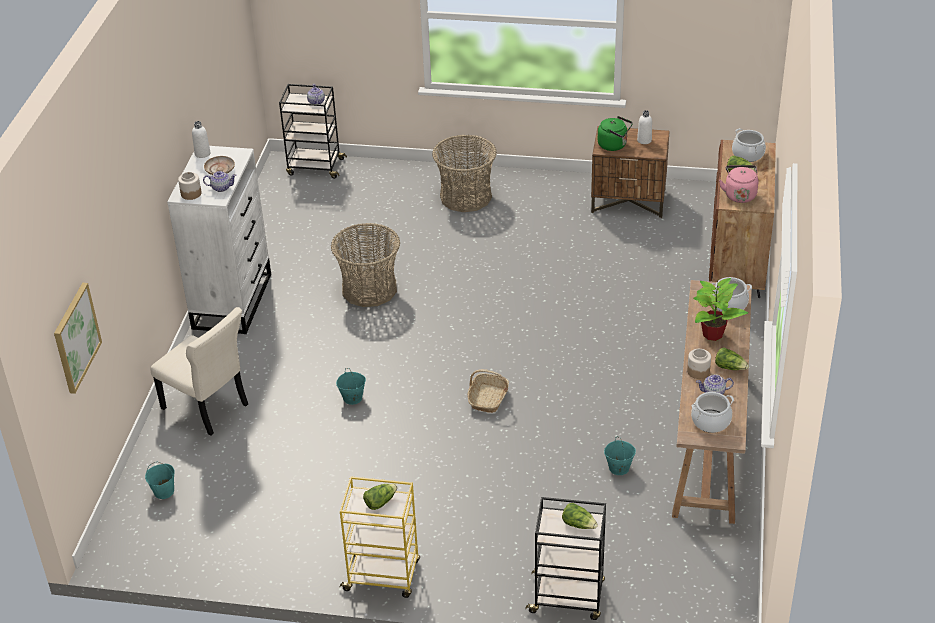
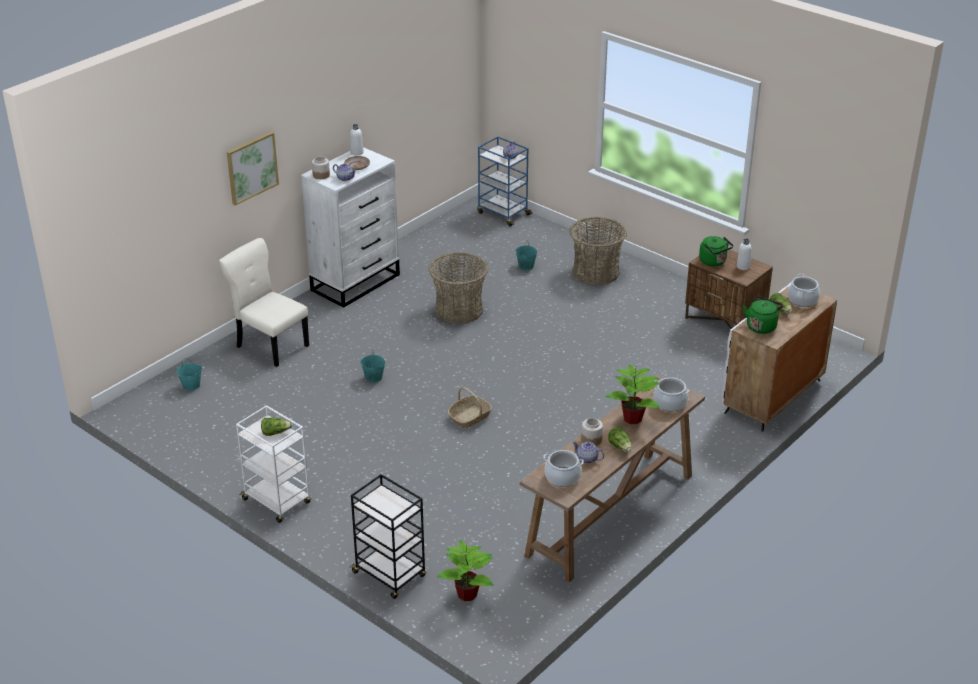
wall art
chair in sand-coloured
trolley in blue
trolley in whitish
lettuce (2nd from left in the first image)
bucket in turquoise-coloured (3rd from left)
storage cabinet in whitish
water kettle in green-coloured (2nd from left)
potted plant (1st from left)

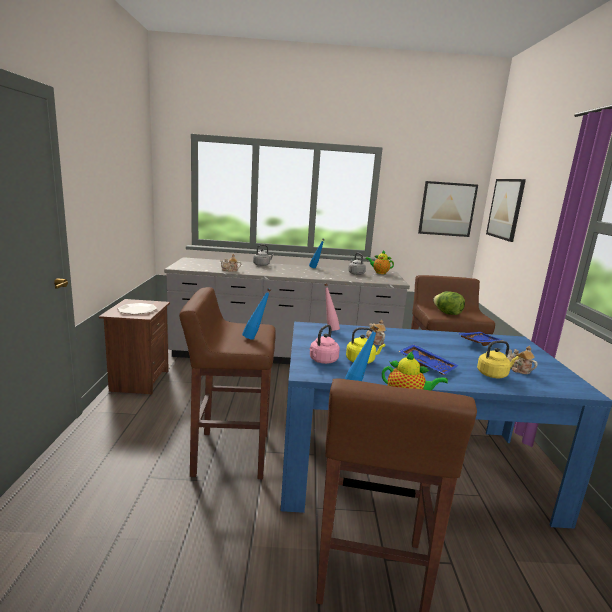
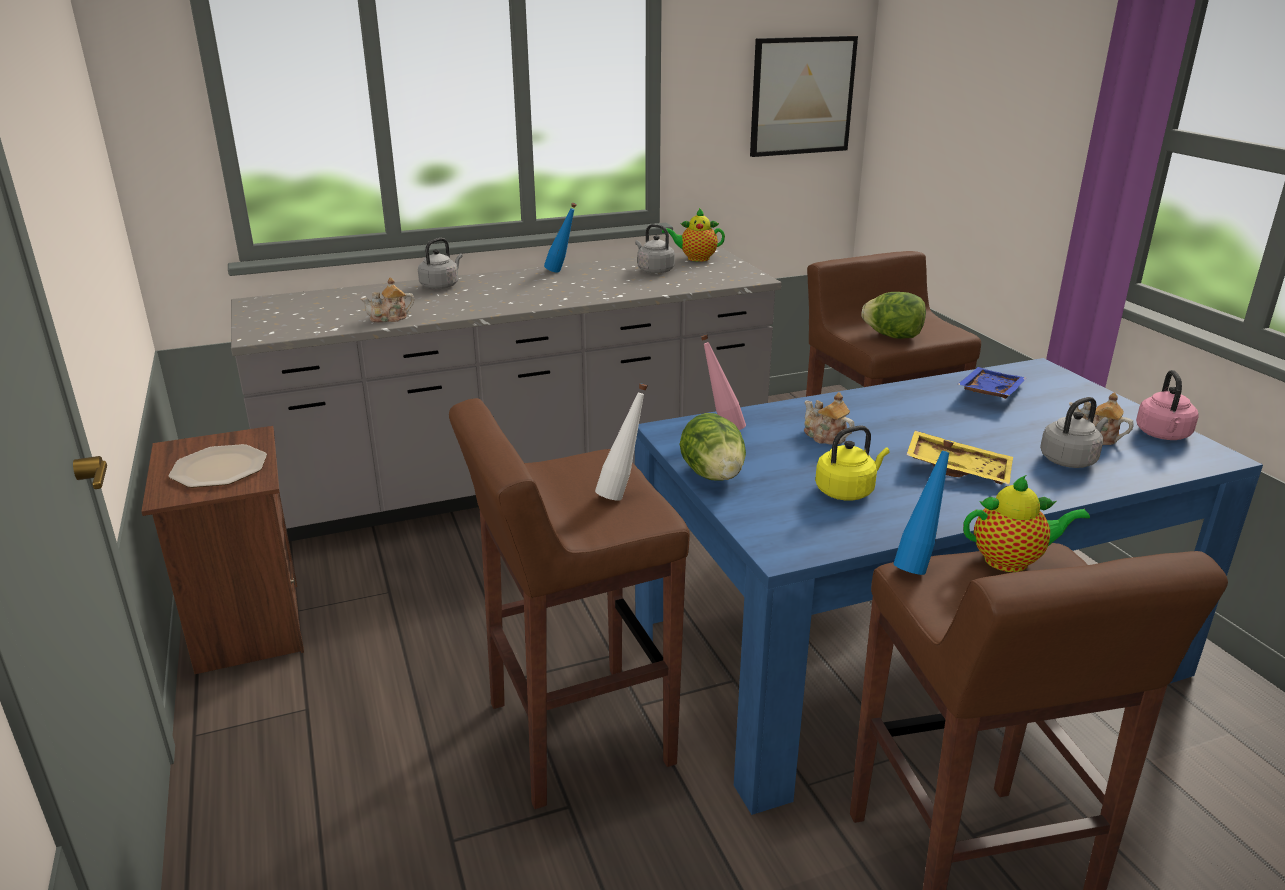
drink bottle in whitish
water kettle in pinkish
serving tray in yellowish
water kettle in grey (3rd from left)
wall art (2nd from left in the first image)
lettuce (1st from left)

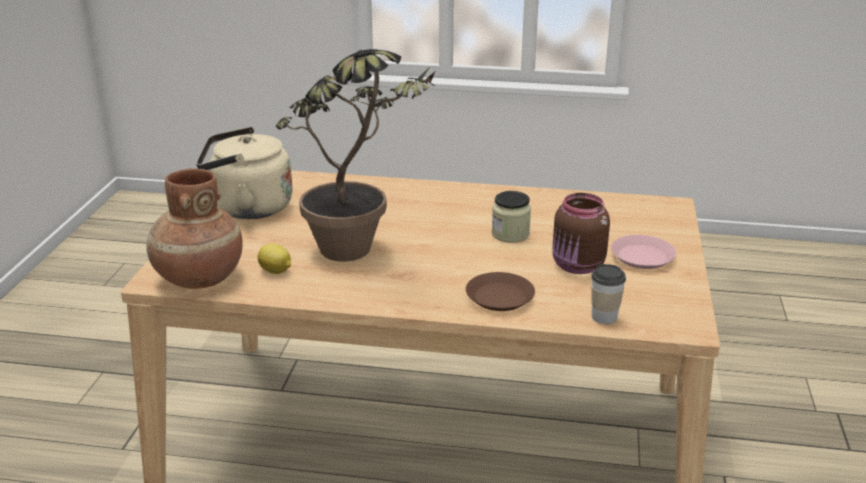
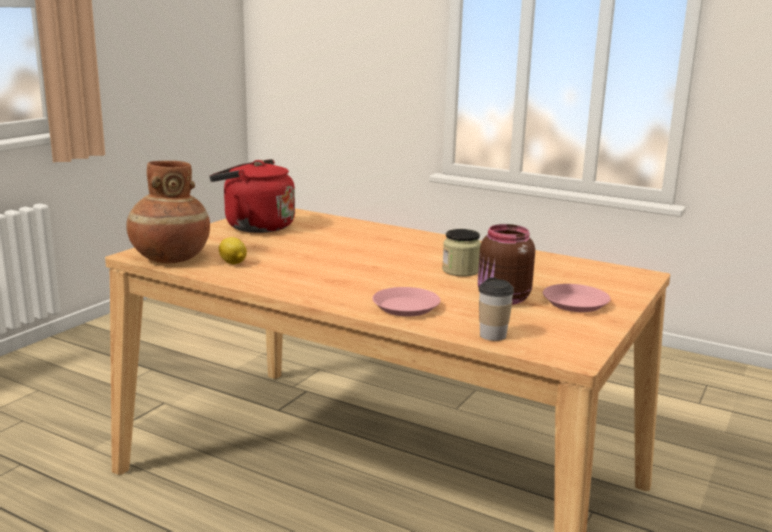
water kettle in red
potted plant
dinner plate in pinkish (1st from left)

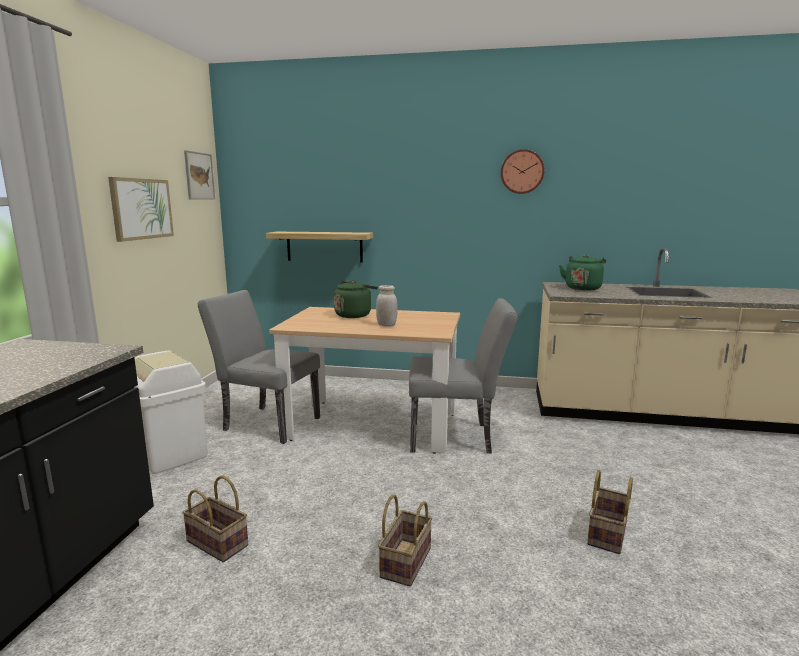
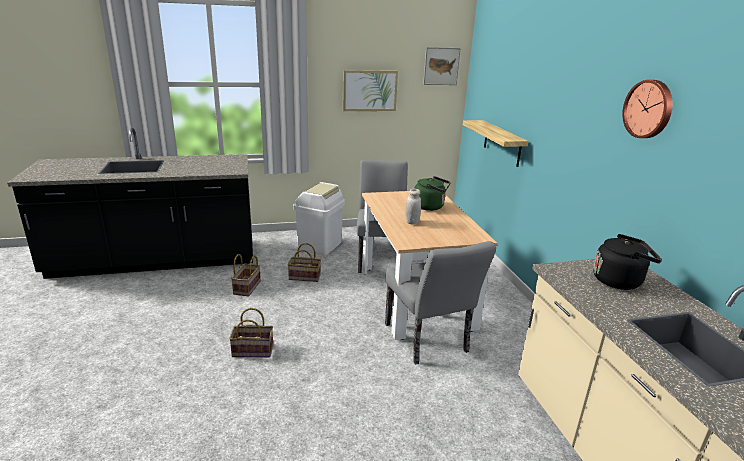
water kettle in blackish
storage basket (3rd from left)

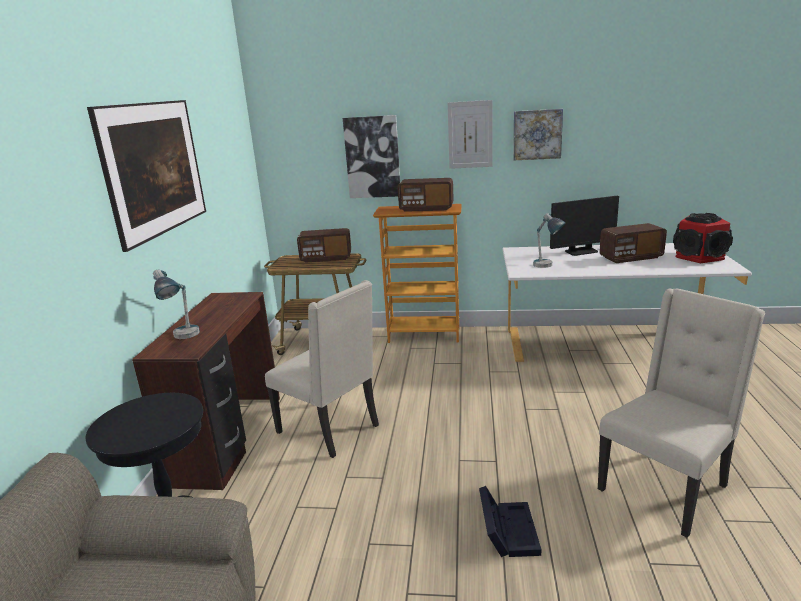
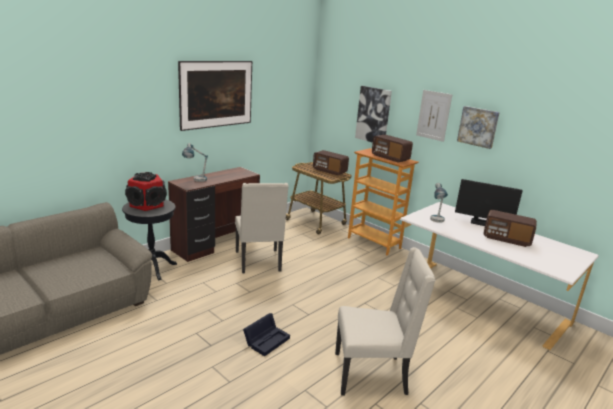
speaker

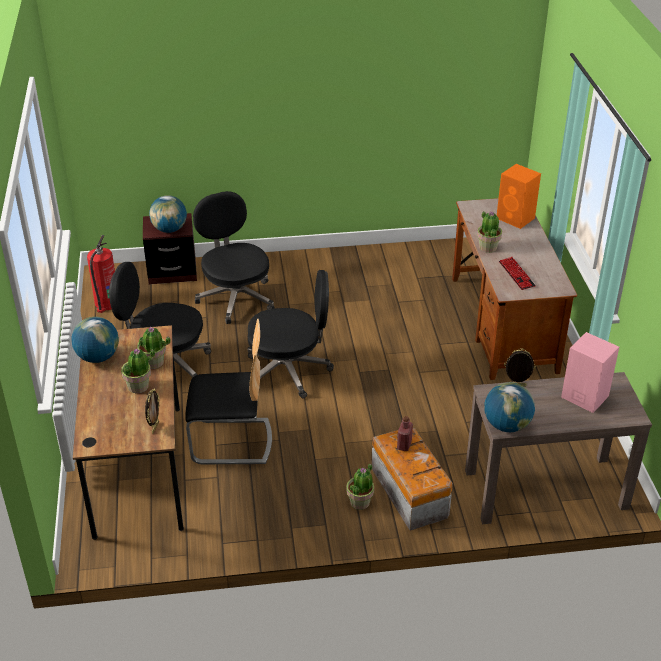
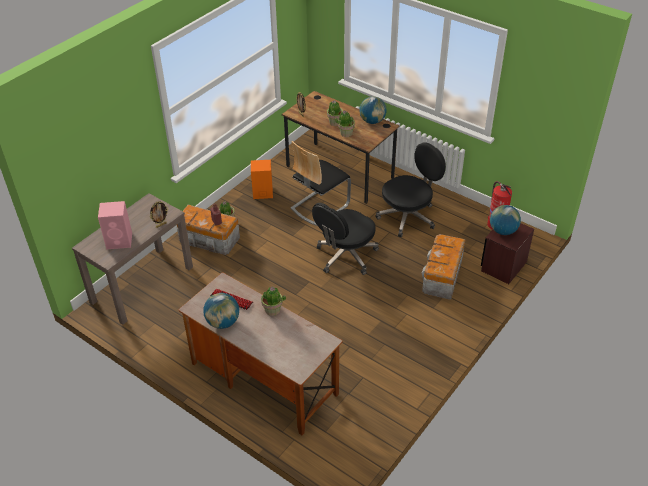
storage bin (2nd from left)
desk globe (1st from left)
speaker in orangey

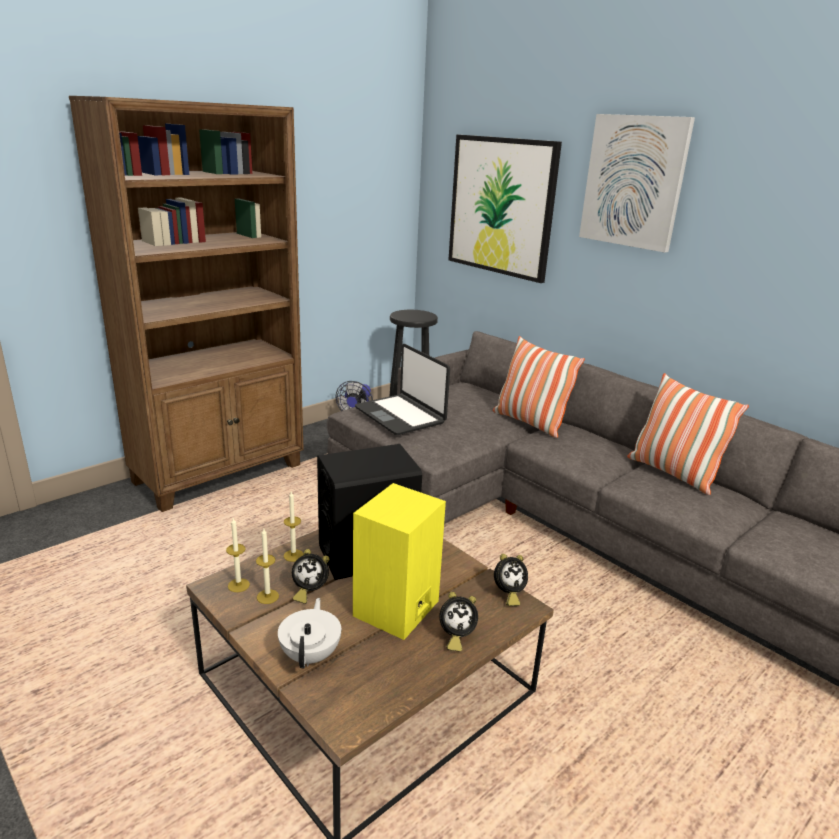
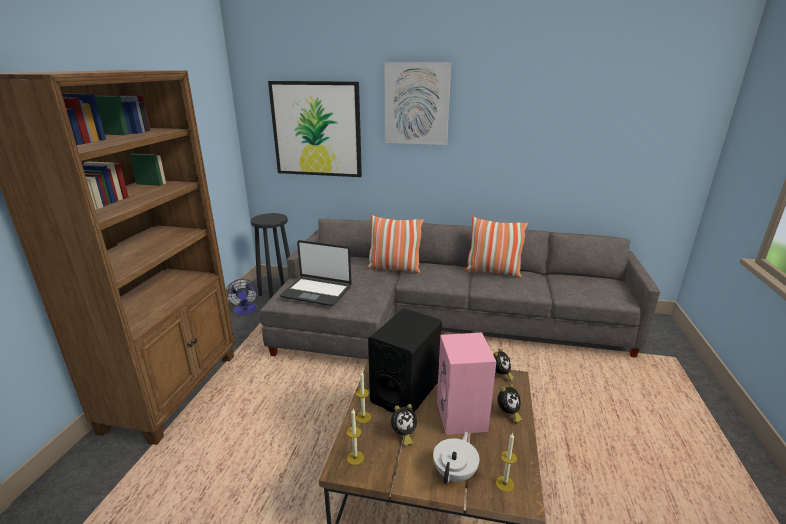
wax light (3rd from left)
tea pot in whitish
speaker in pinkish

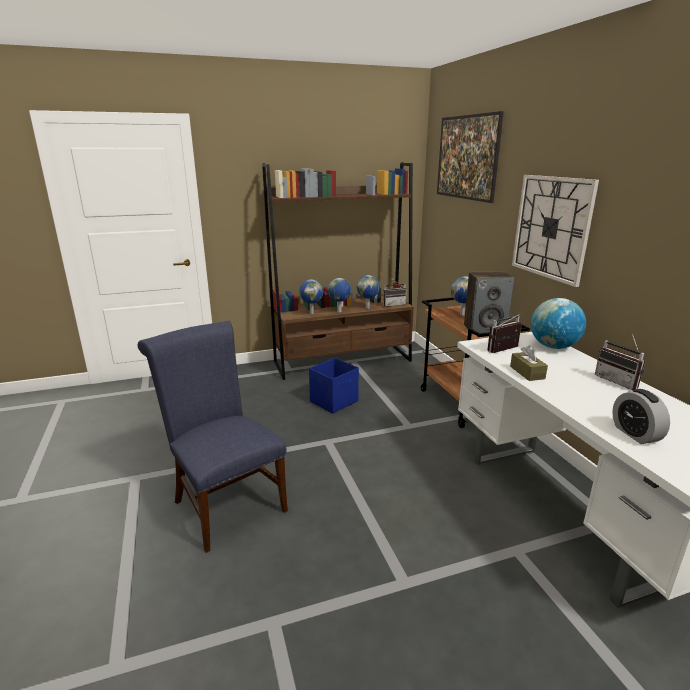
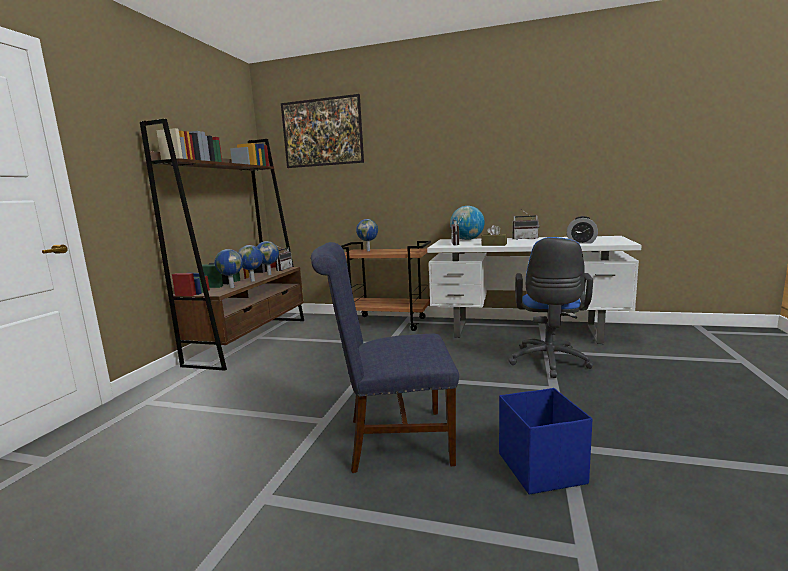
storage bin in blue
speaker
wall clock
desk chair in blue

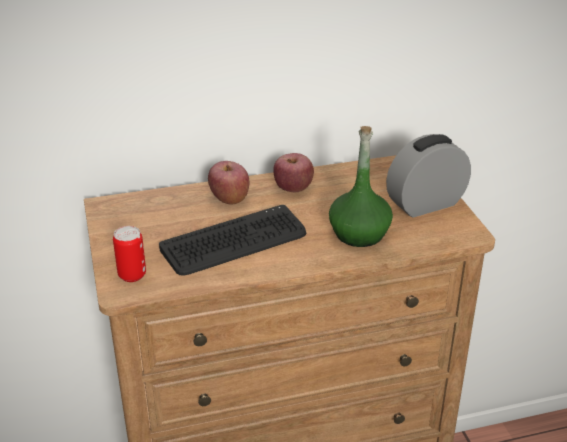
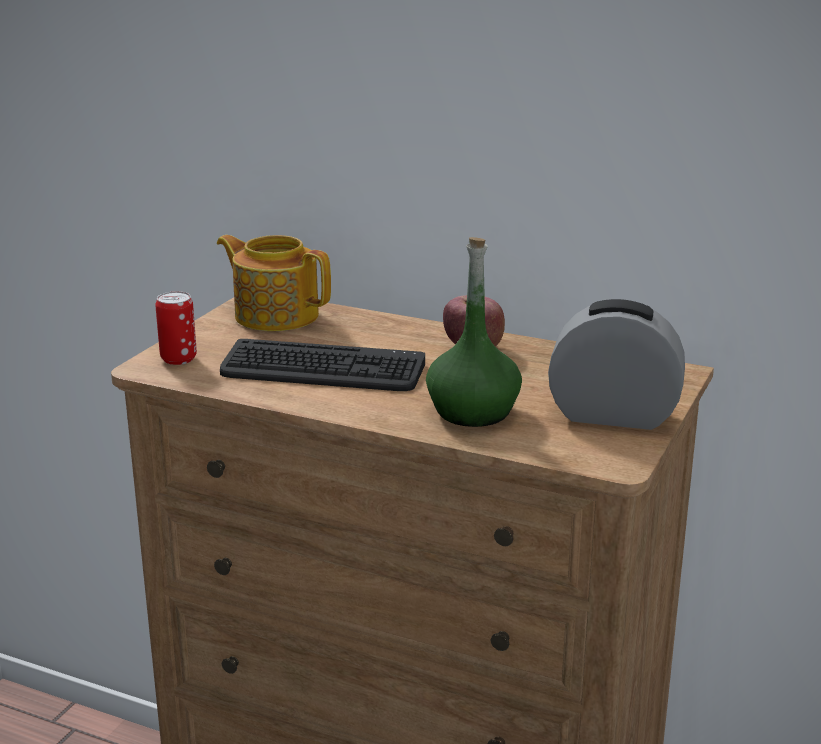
apple (1st from left in the first image)
tea pot

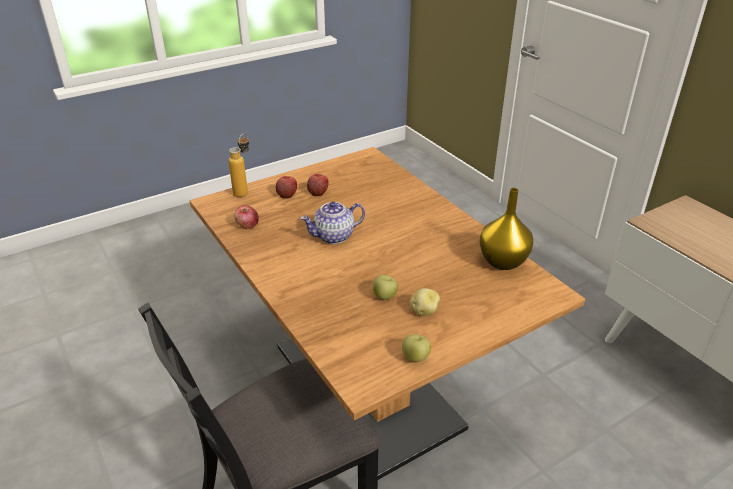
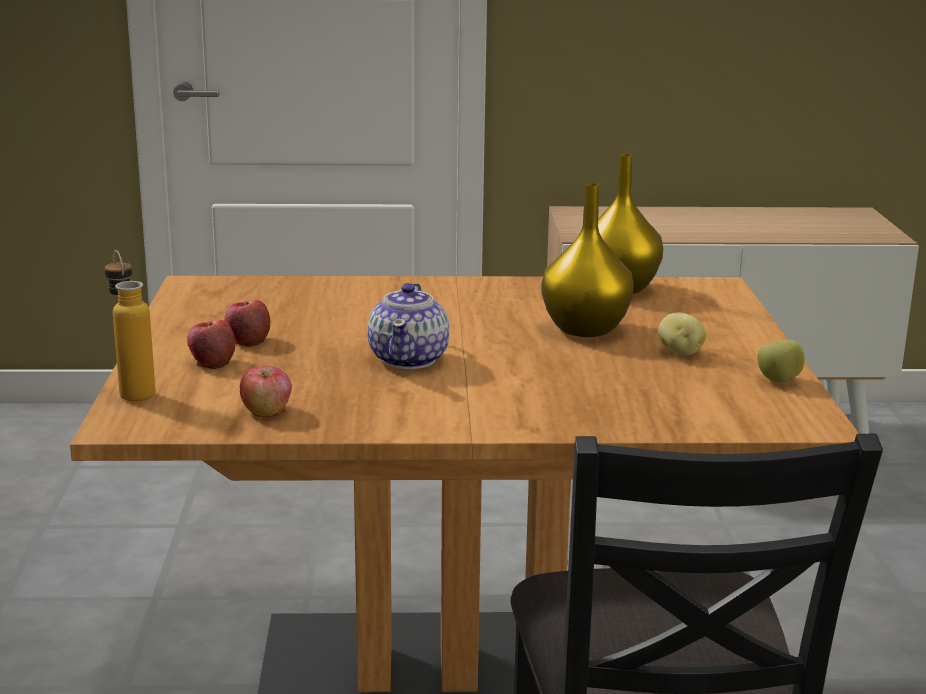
apple (4th from left in the first image)
flower vase in yellowish (1st from left)

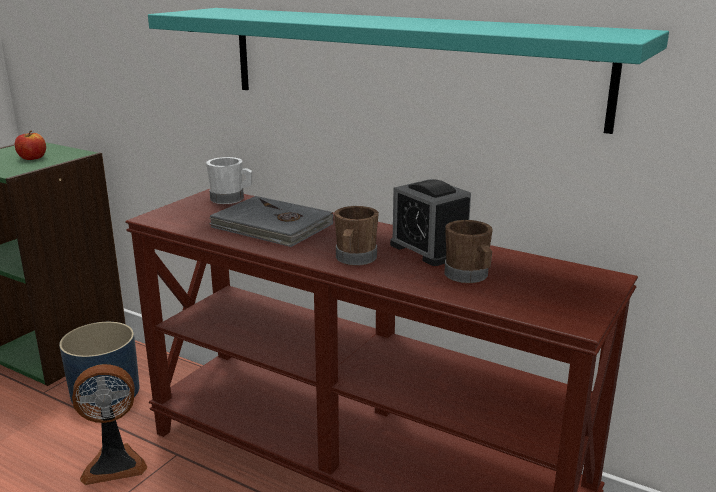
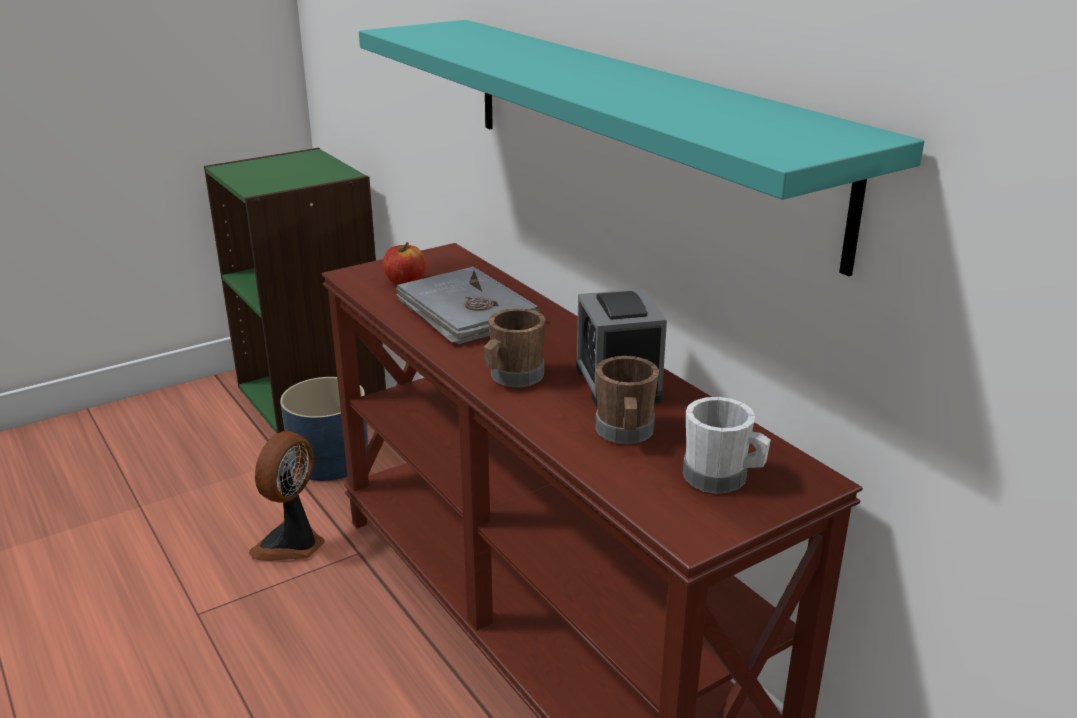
apple
fan
mug in whitish

